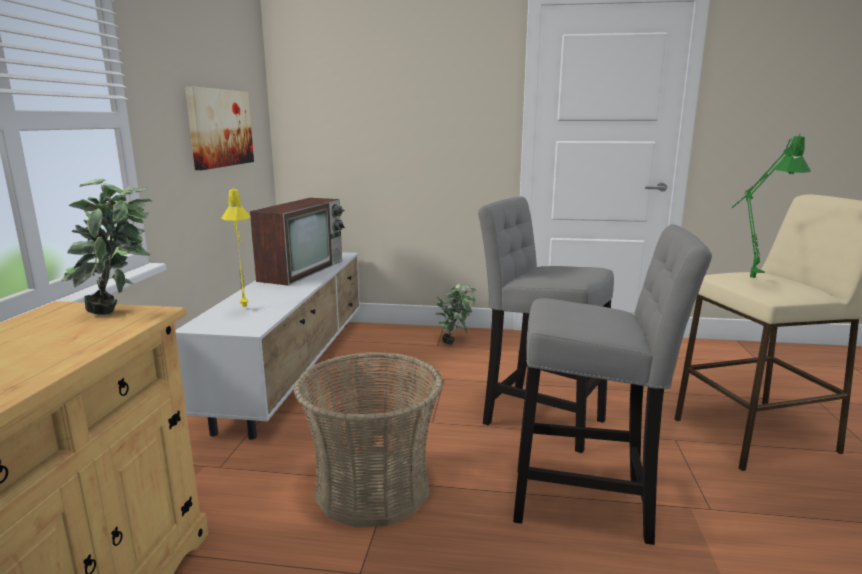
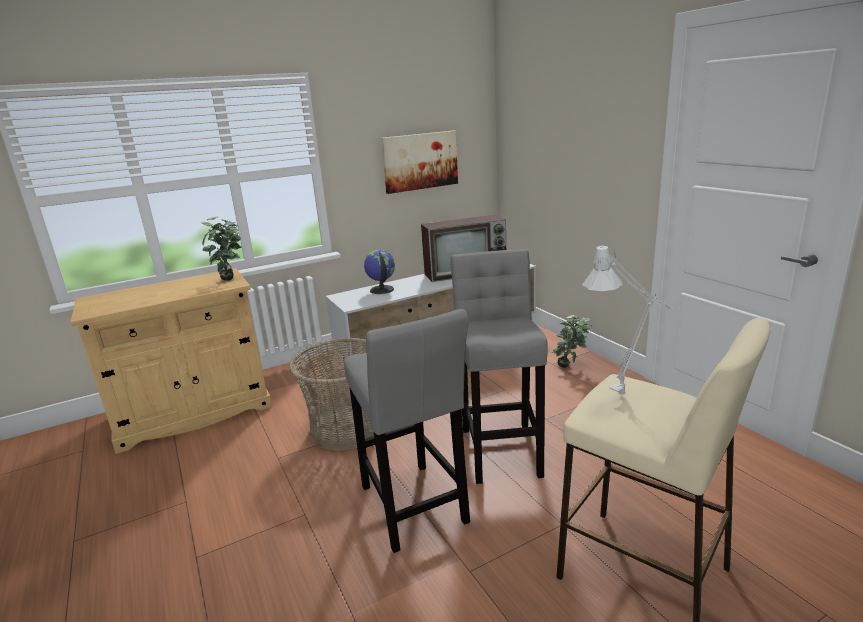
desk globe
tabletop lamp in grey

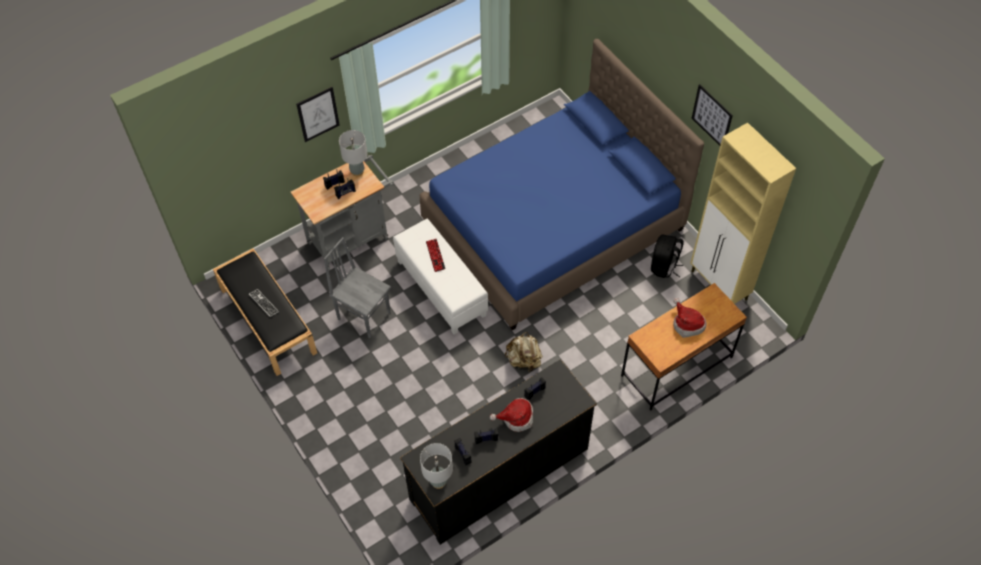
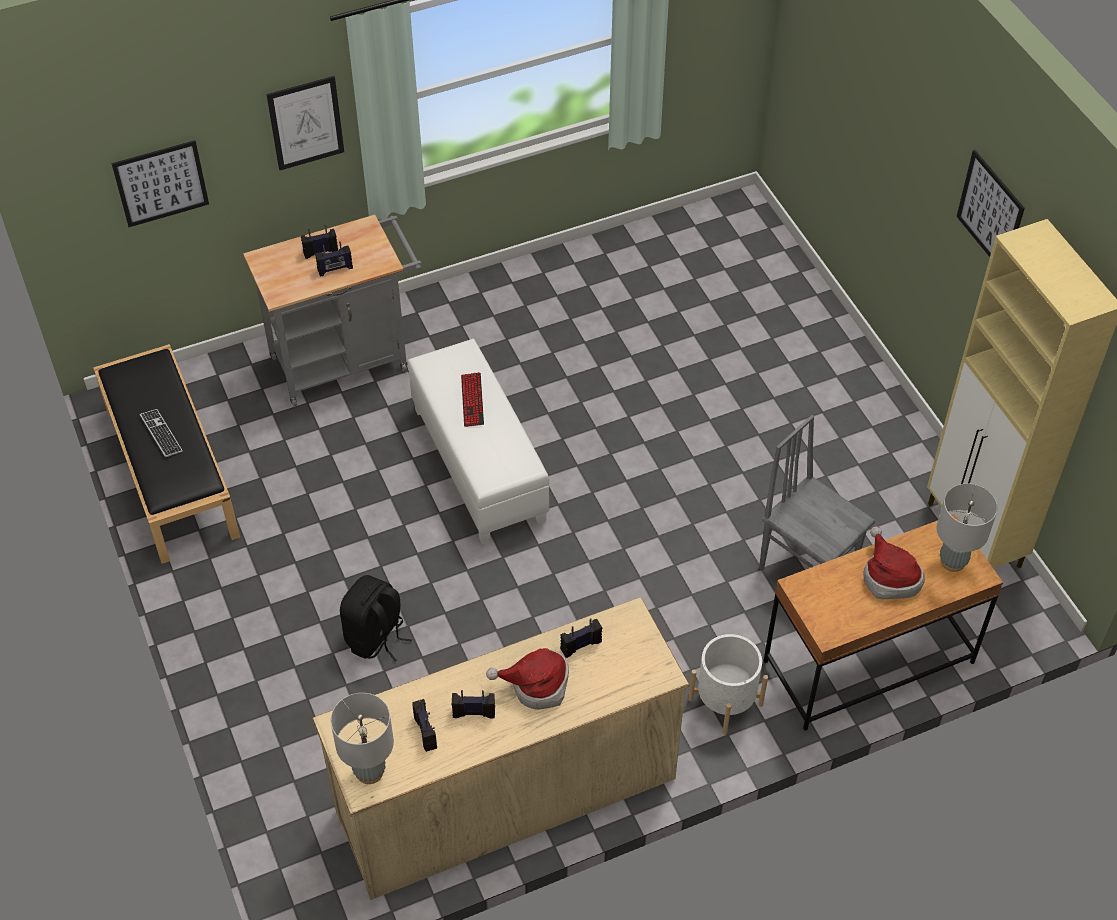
chair in grey
tabletop lamp in grey (2nd from left)
chest of drawers in sand-coloured
bed in blue
rucksack in sand-coloured
rucksack in blackish
wall art (1st from left)
planter in whitish

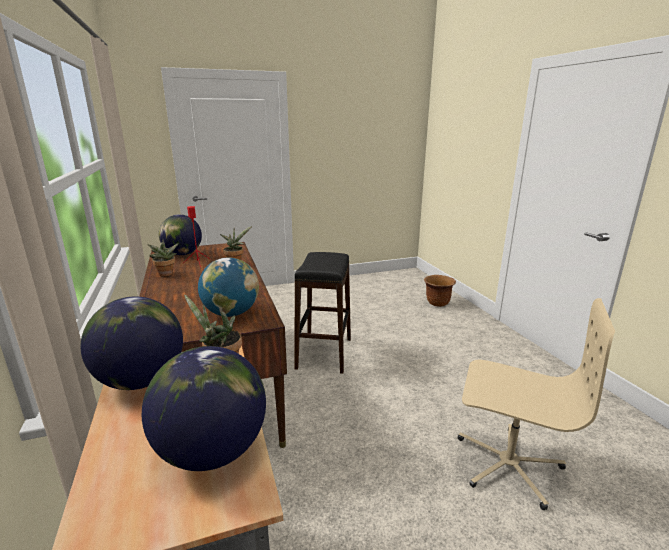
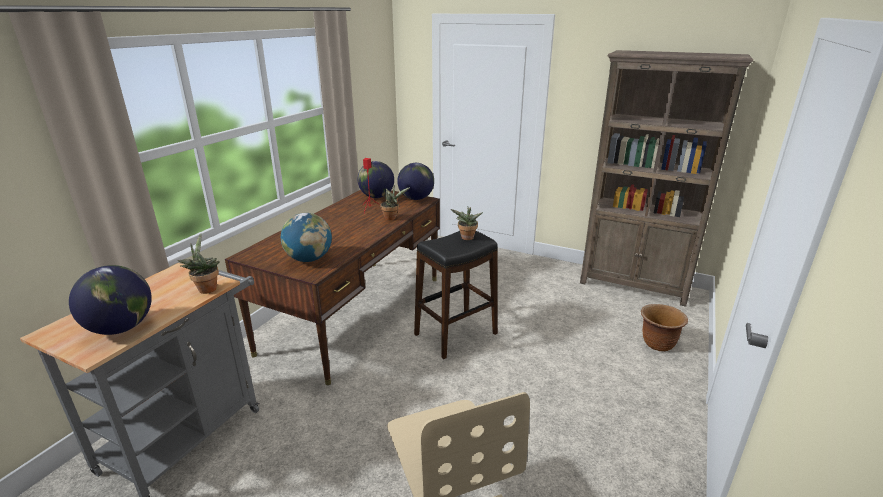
desk globe (4th from left)
potted plant (3rd from left)
shelving unit in brownish

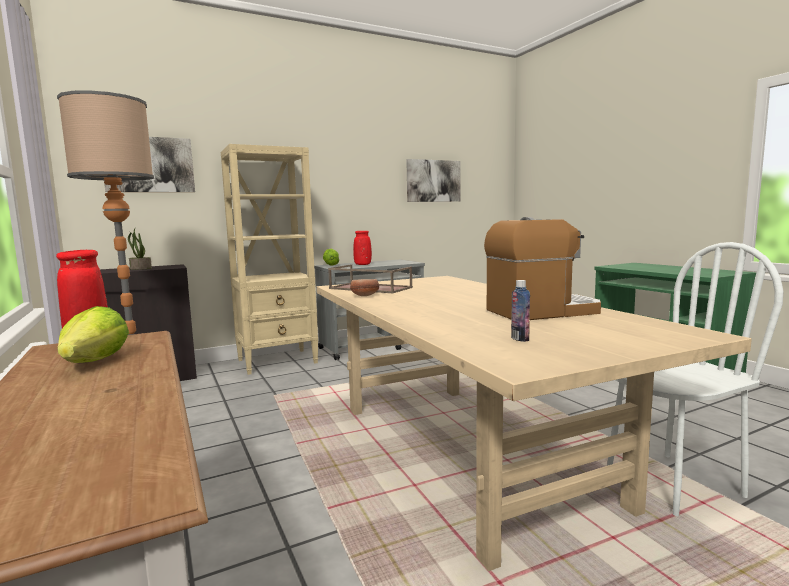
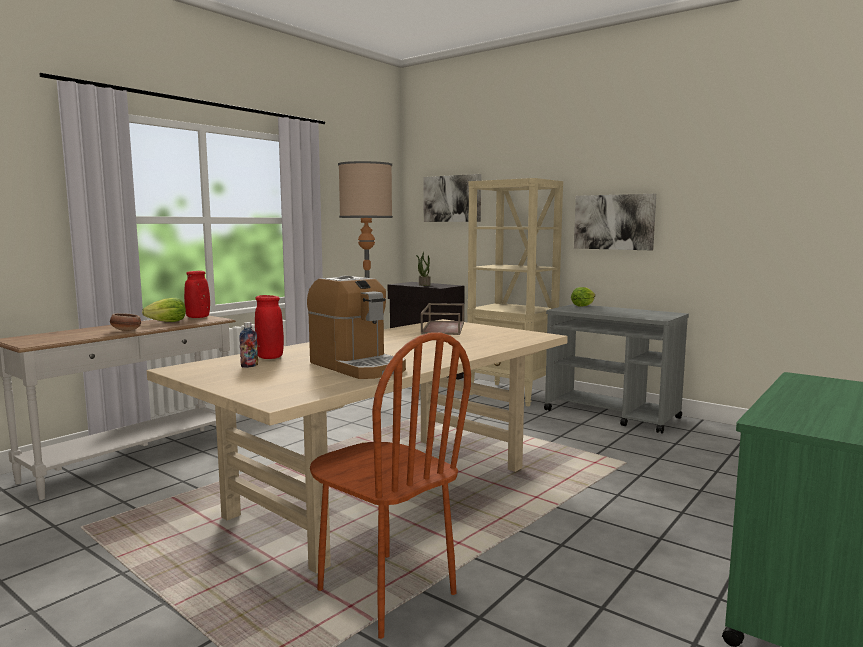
bowl
flower vase in red (2nd from left)
wall art (2nd from left)
chair in brownish

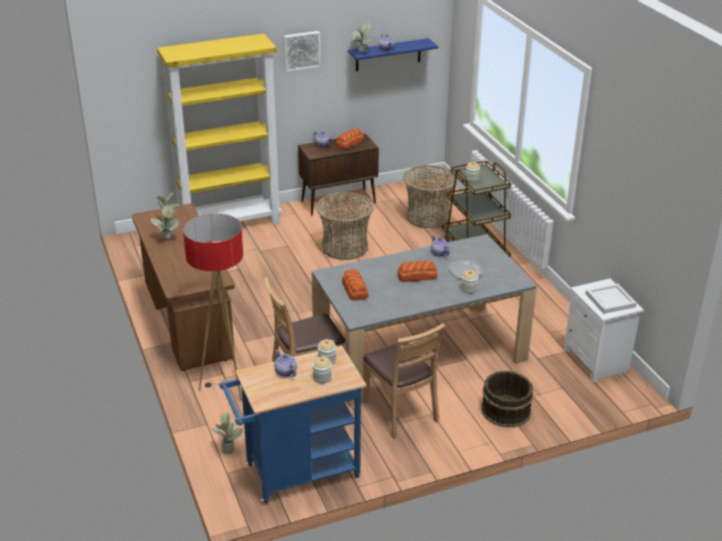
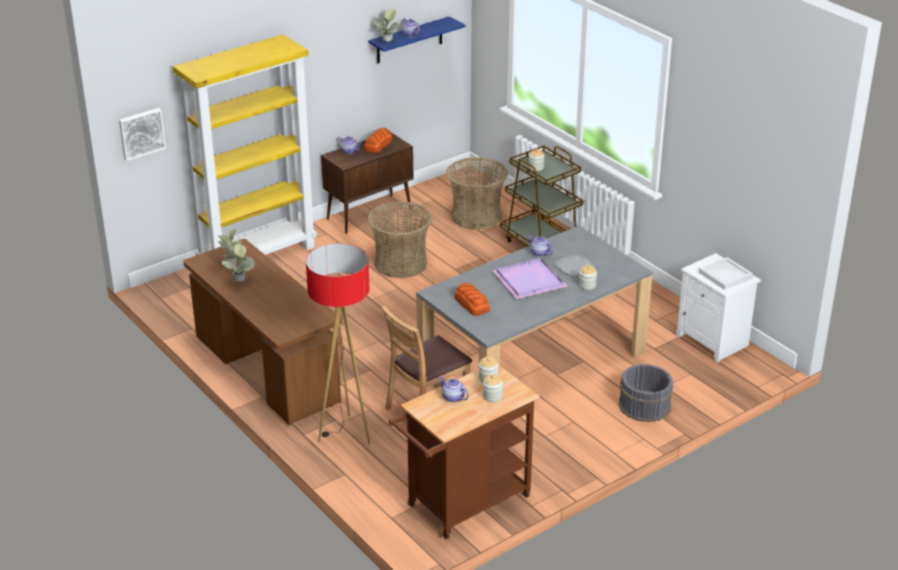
potted plant (3rd from left in the first image)
trolley in brownish (1st from left)
wall art
chair in brownish (2nd from left in the first image)
serving tray in purple-coloured
bucket in grey

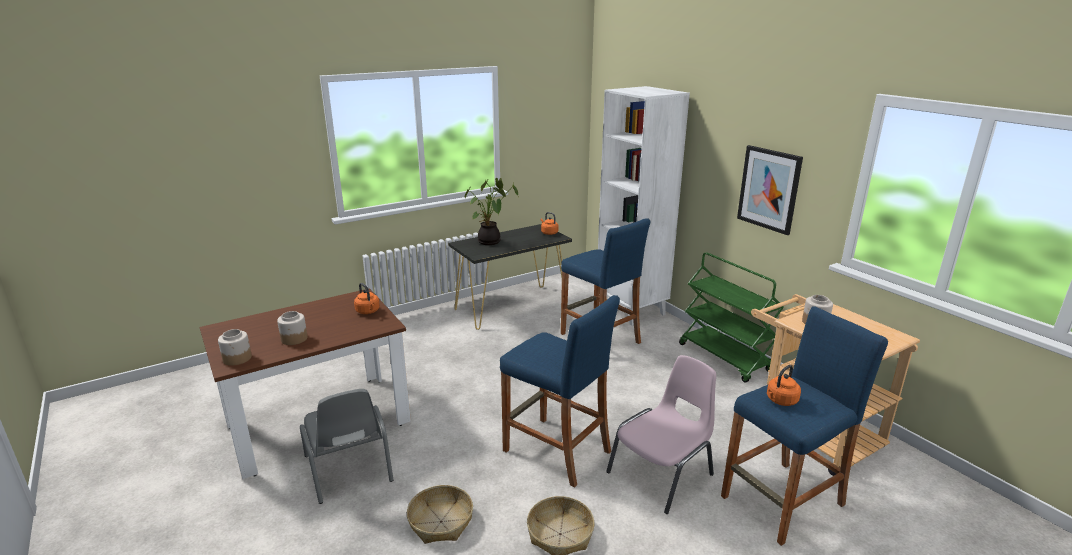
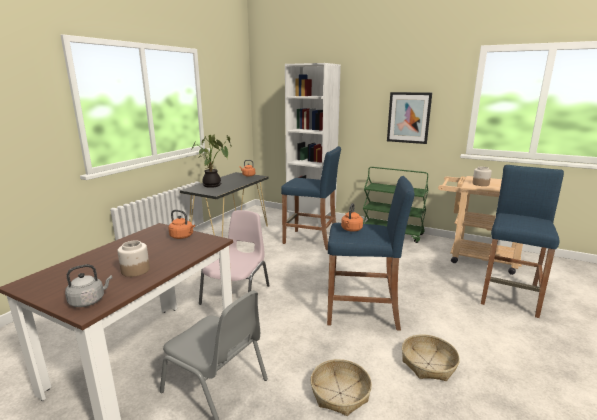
water kettle in grey
chair in pinkish
water kettle in orangey (3rd from left)

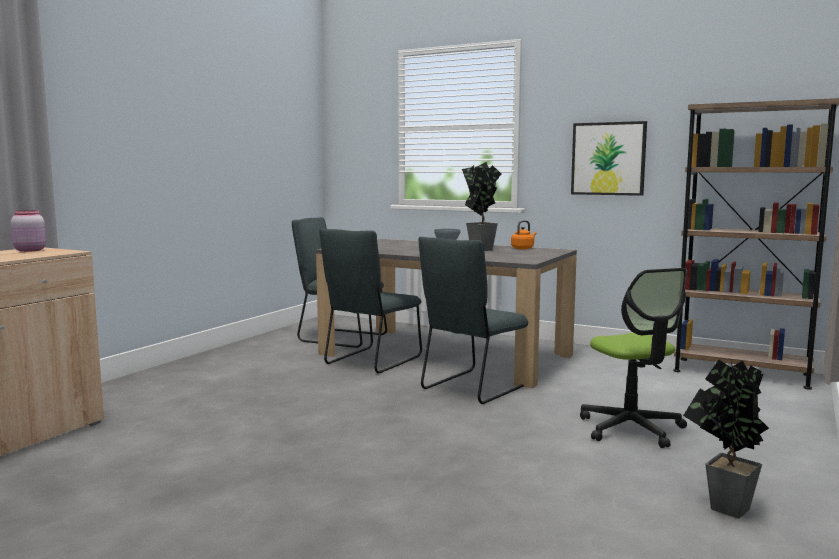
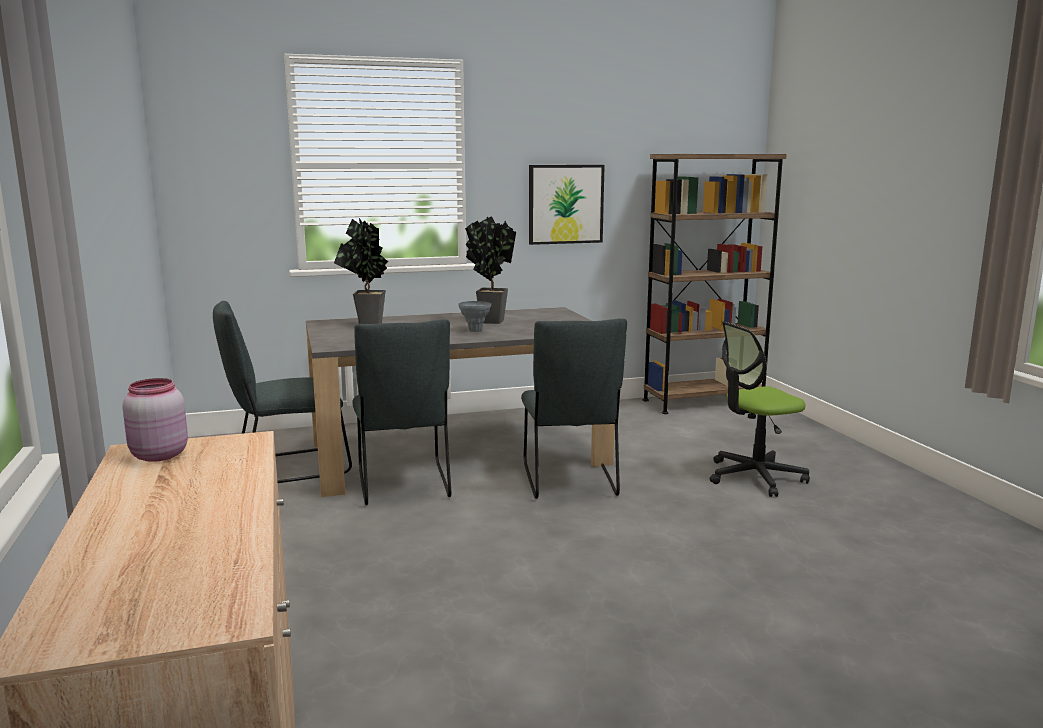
water kettle in orangey
desk chair
potted plant (1st from left)

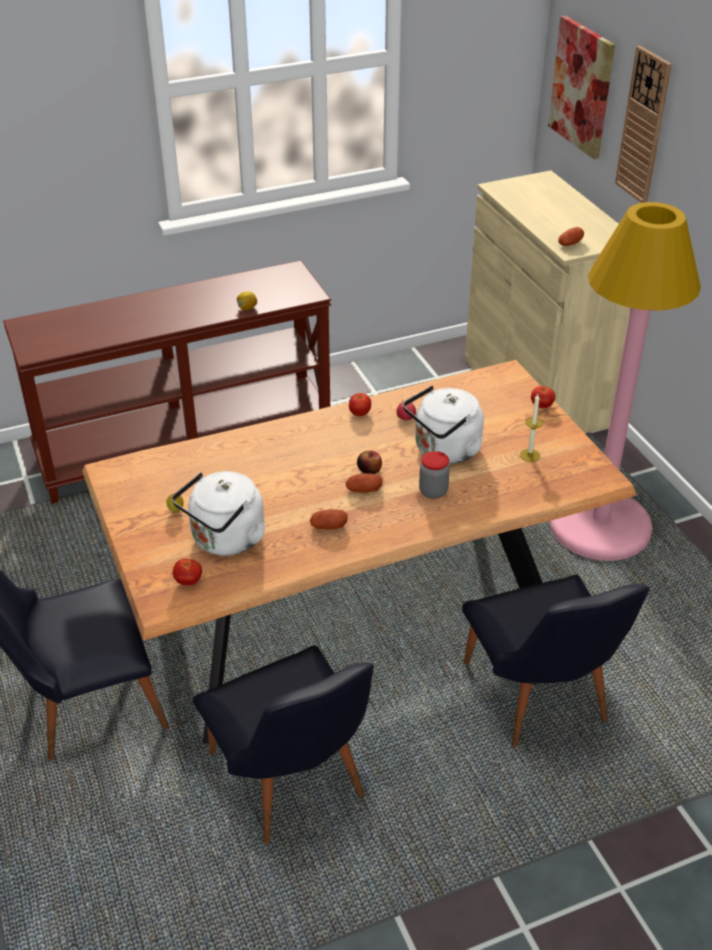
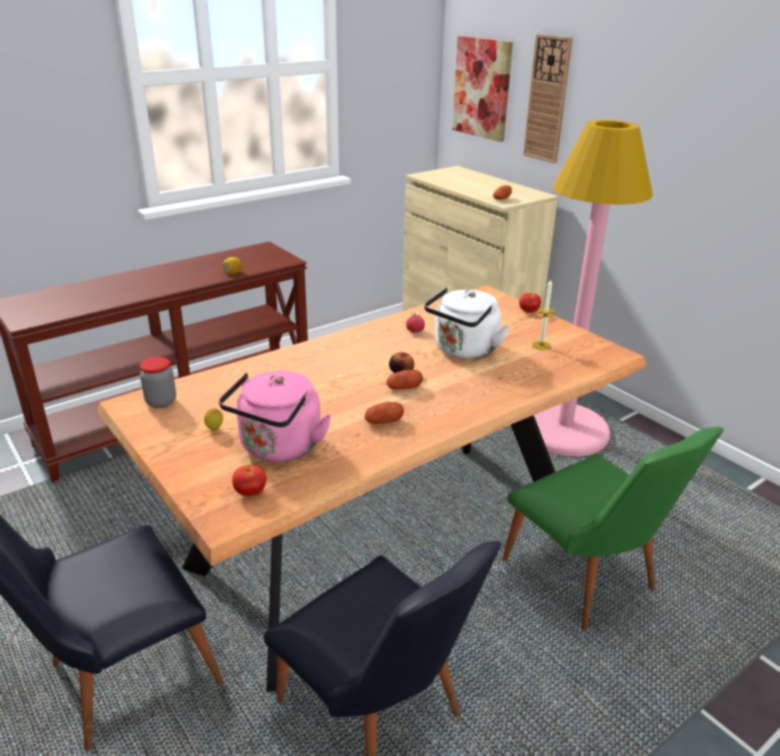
water kettle in pinkish
whole tomato (2nd from left in the first image)
jar
chair in green-coloured

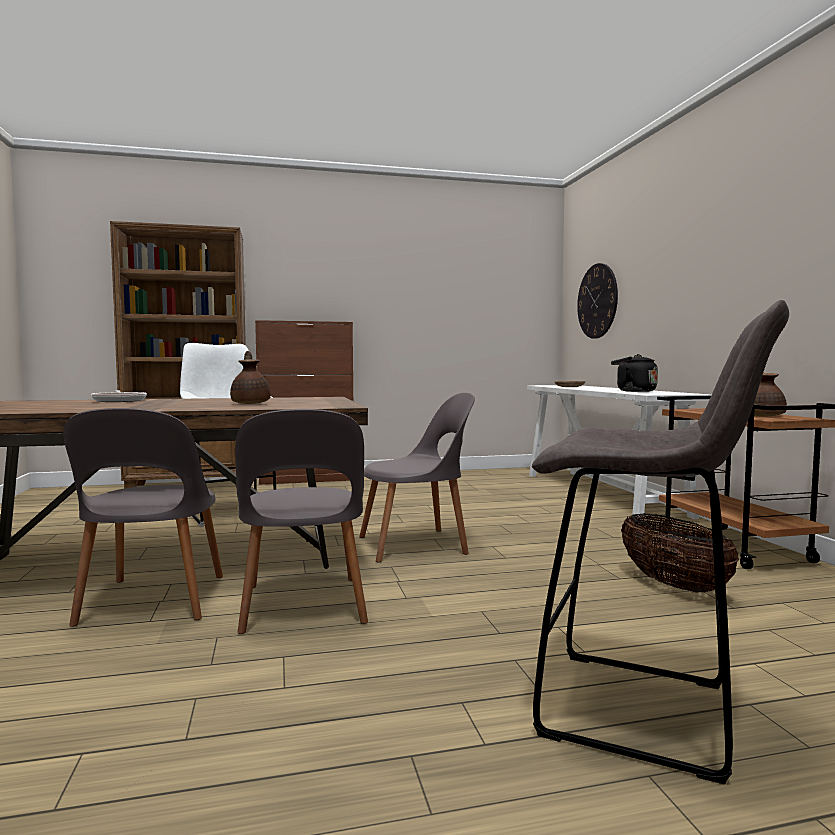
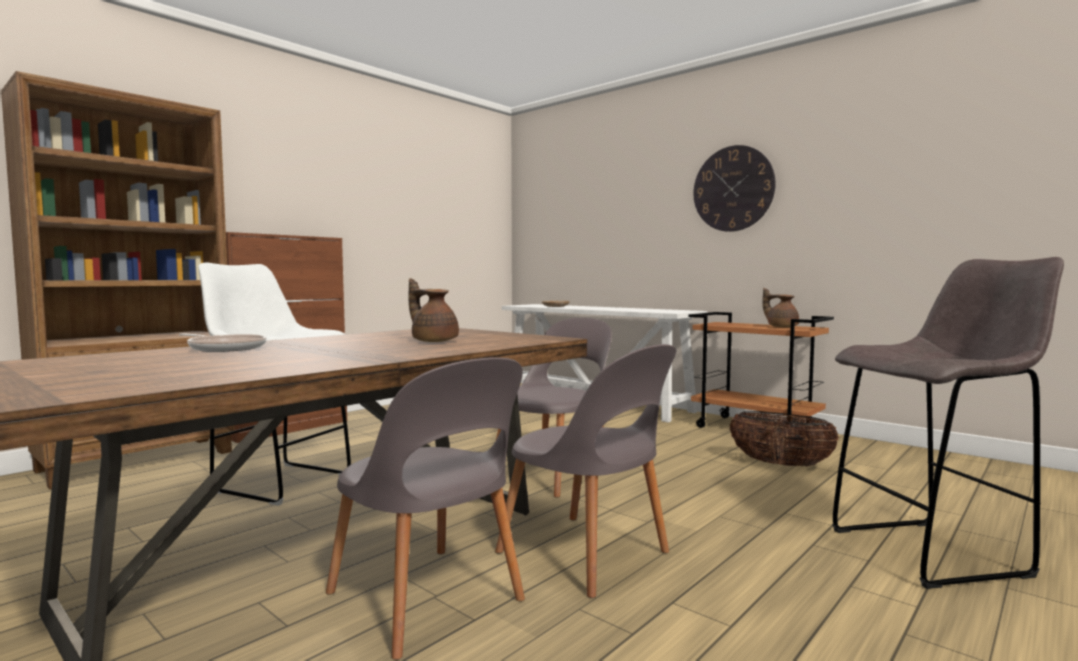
wall clock
water kettle in blackish

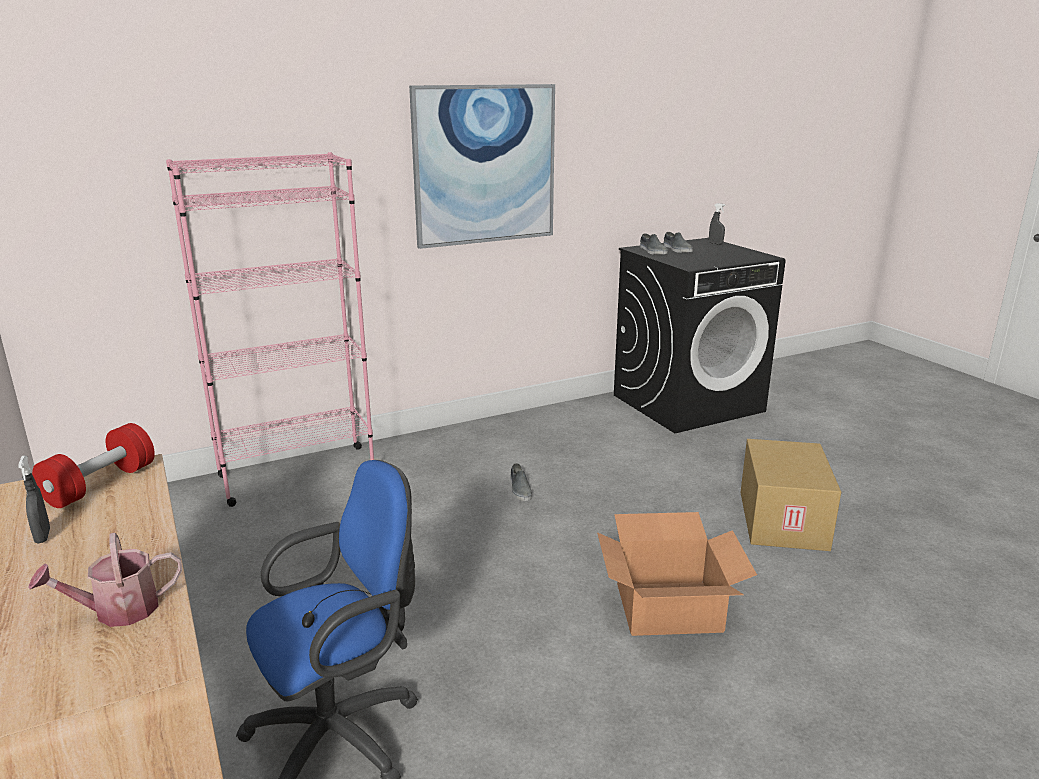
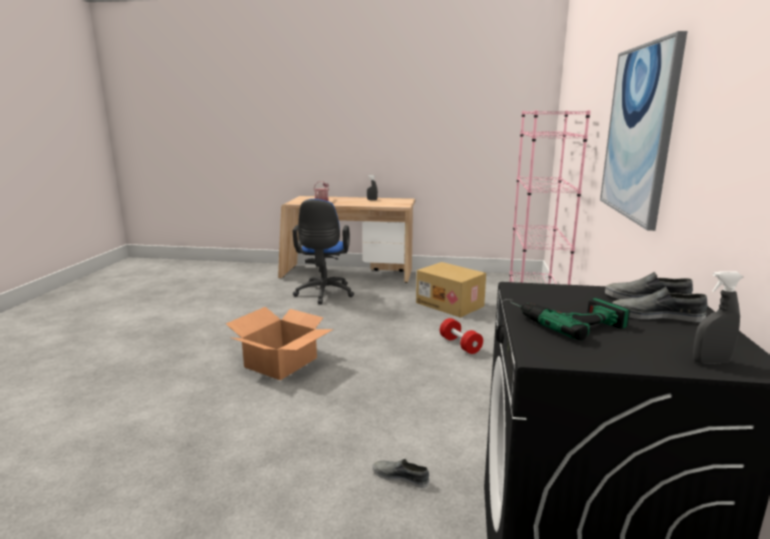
hand weight in red
low shoe in grey (1st from left)
packing box (2nd from left)
power drill

